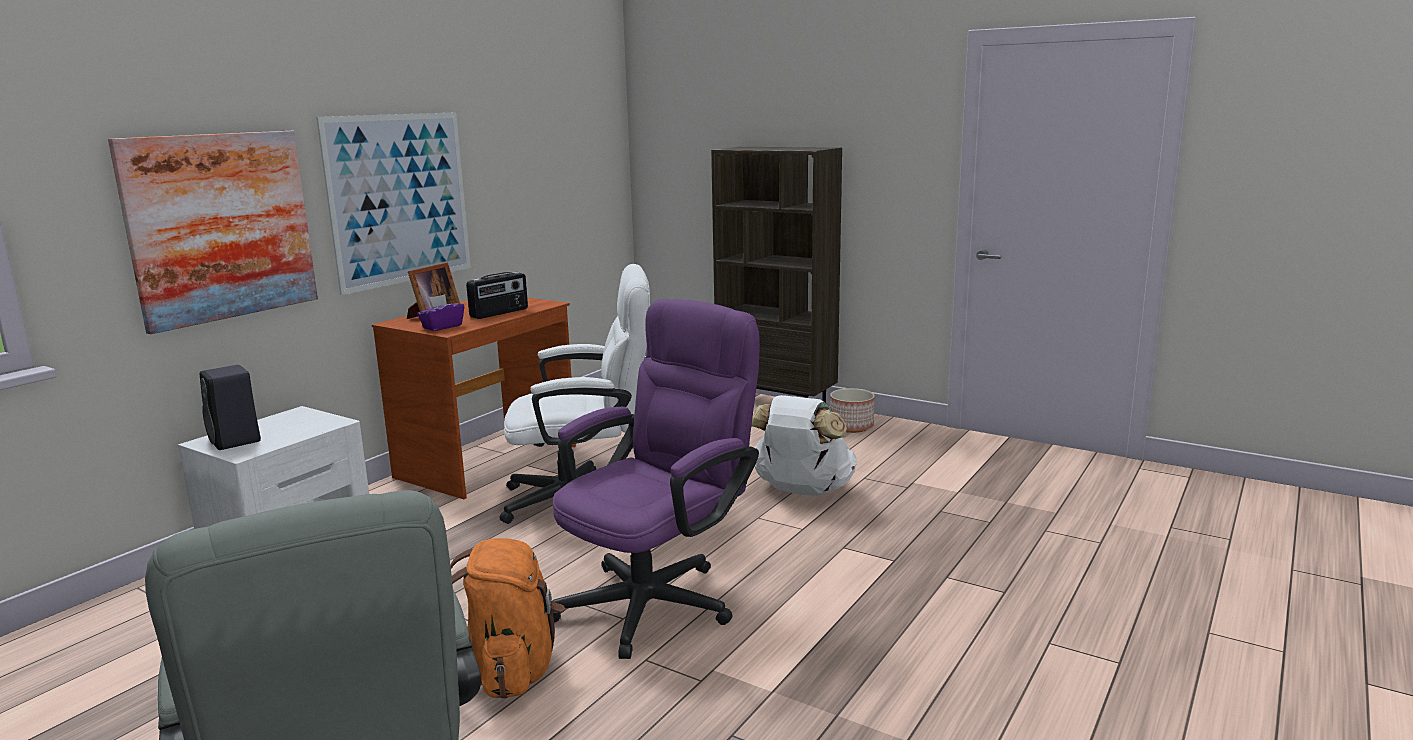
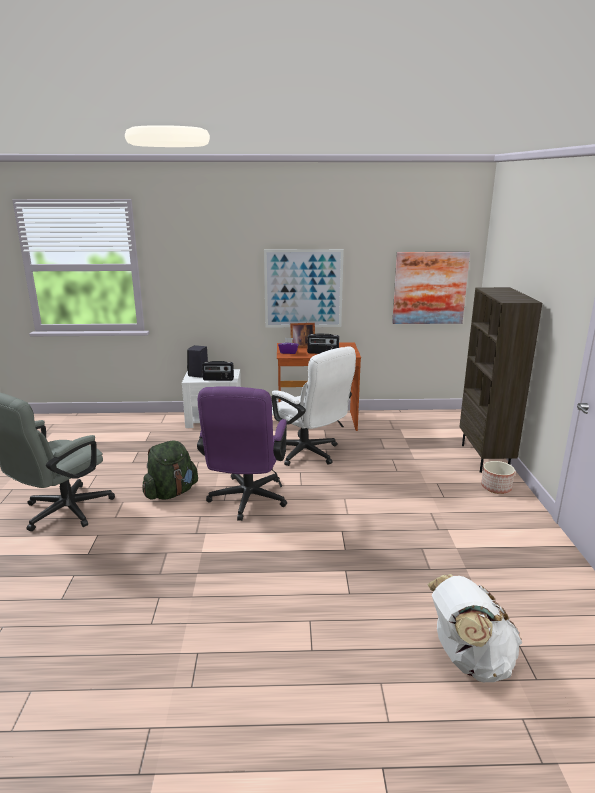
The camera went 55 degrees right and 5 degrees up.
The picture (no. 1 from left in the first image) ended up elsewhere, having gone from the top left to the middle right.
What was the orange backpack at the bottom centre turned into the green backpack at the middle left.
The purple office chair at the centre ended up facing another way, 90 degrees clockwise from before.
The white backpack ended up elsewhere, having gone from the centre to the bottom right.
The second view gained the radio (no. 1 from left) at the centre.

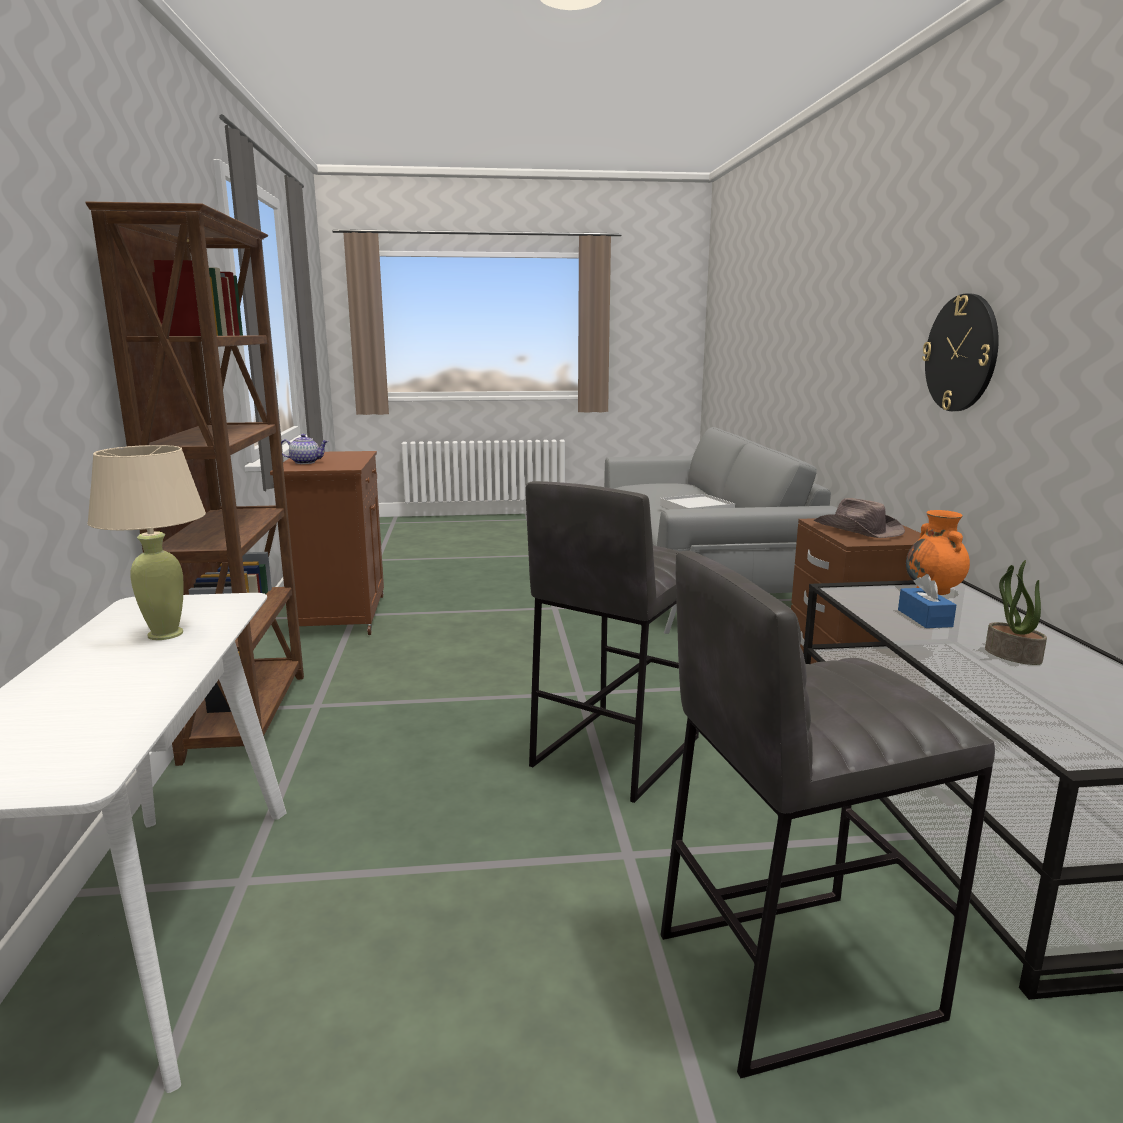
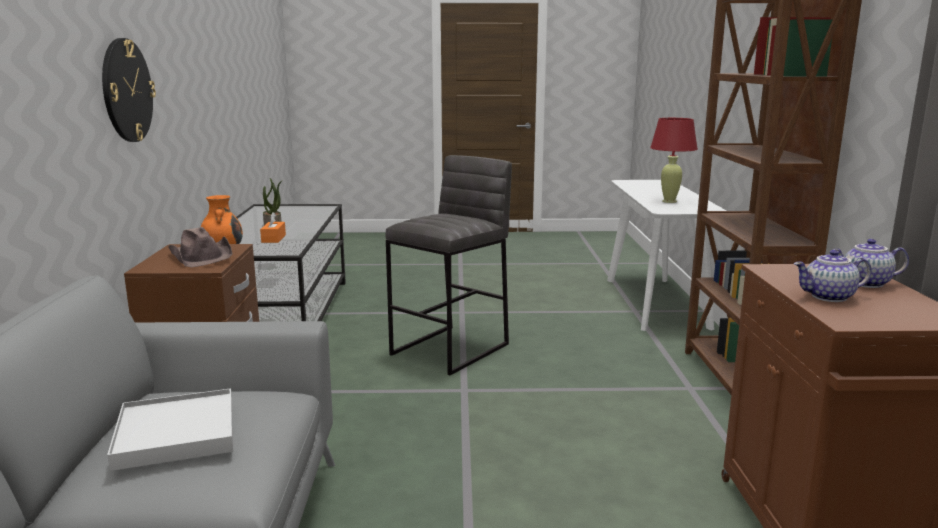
The camera went 175 degrees left and 0 degrees up.
What was the beige table lamp at the middle left turned into the red table lamp at the top right.
The second view lost the grey stool (no. 2 from left) at the bottom right.
What was the blue tissue box at the middle right turned into the orange tissue box at the middle left.
The second view gained the teapot (no. 1 from left) at the middle right.

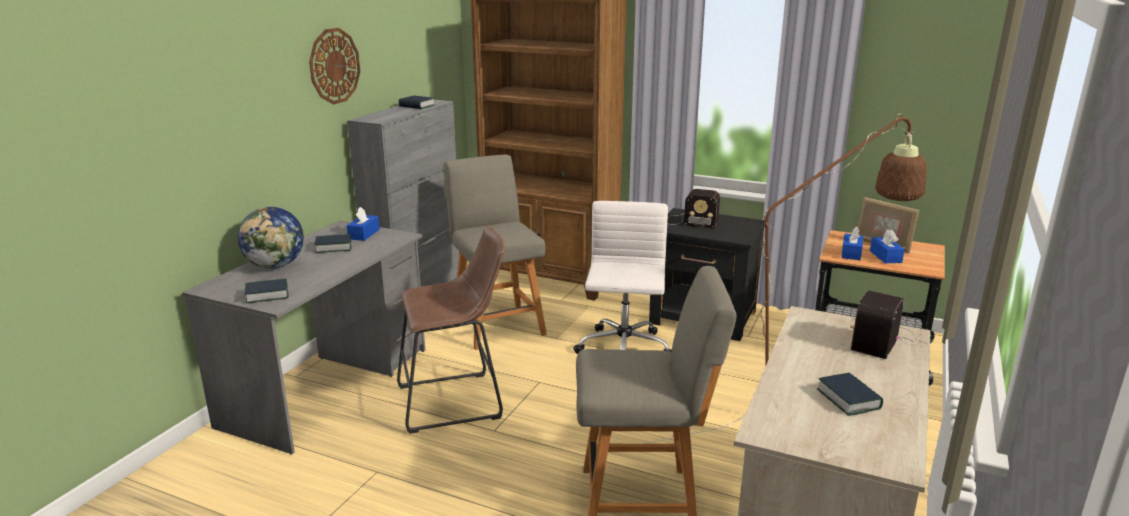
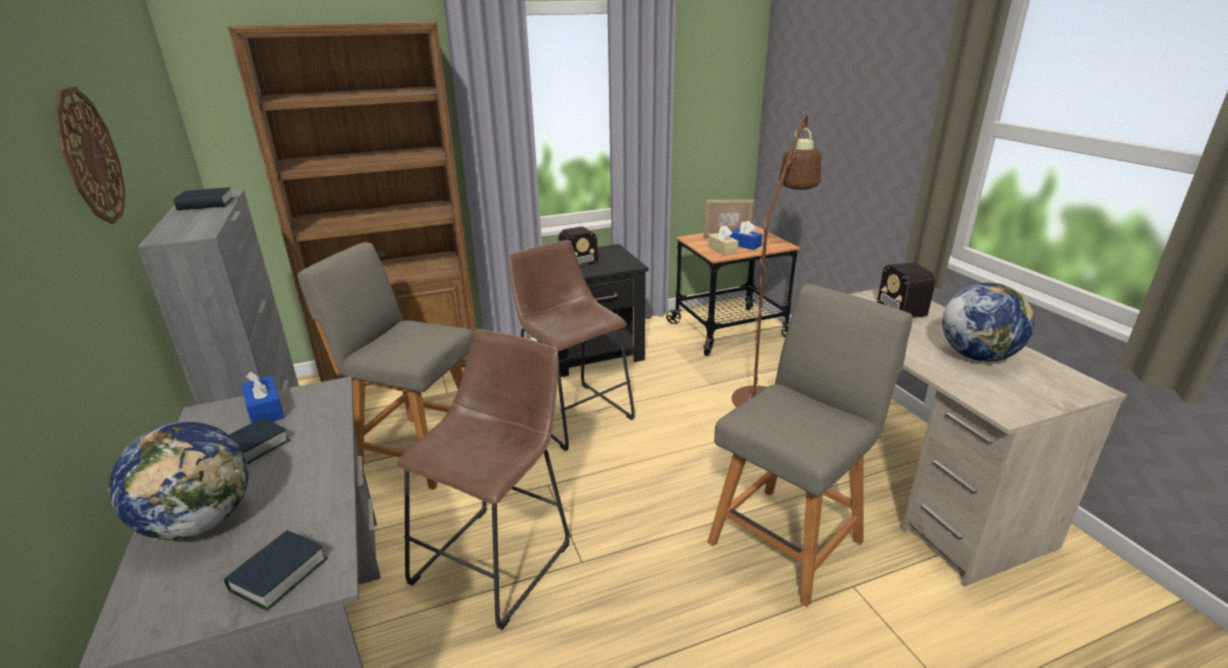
The camera went 45 degrees left and 5 degrees up.
Where the white office chair stood at the centre, the brown stool (no. 2 from left) came to stand at the centre.
Where the book (no. 4 from left) stood at the bottom right, the globe (no. 2 from left) came to stand at the middle right.
What was the blue tissue box (no. 2 from left) at the middle right turned into the beige tissue box at the centre.

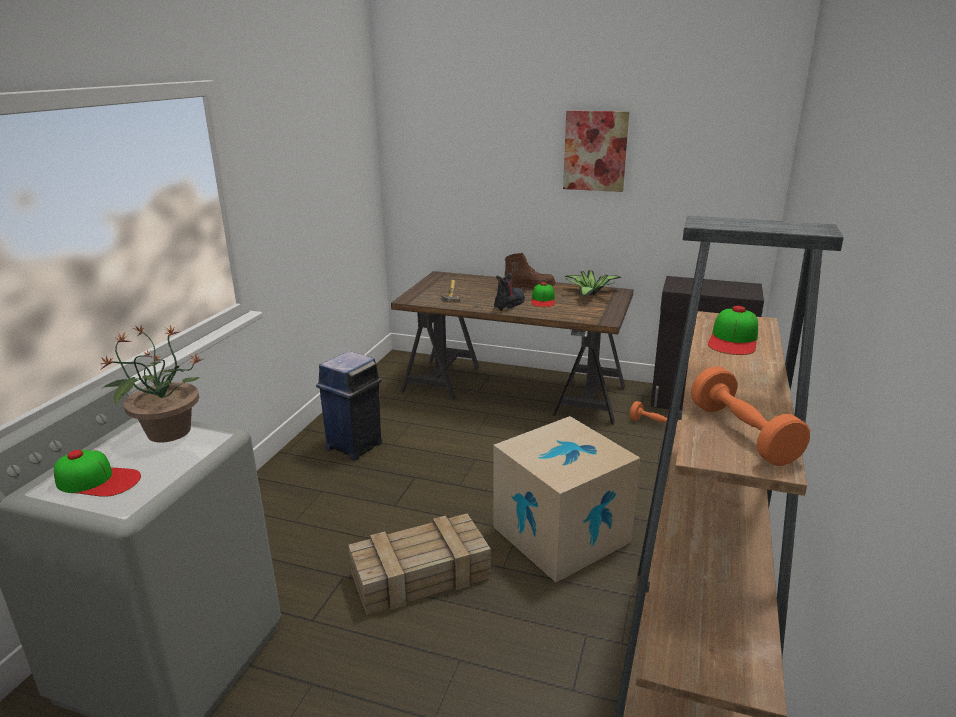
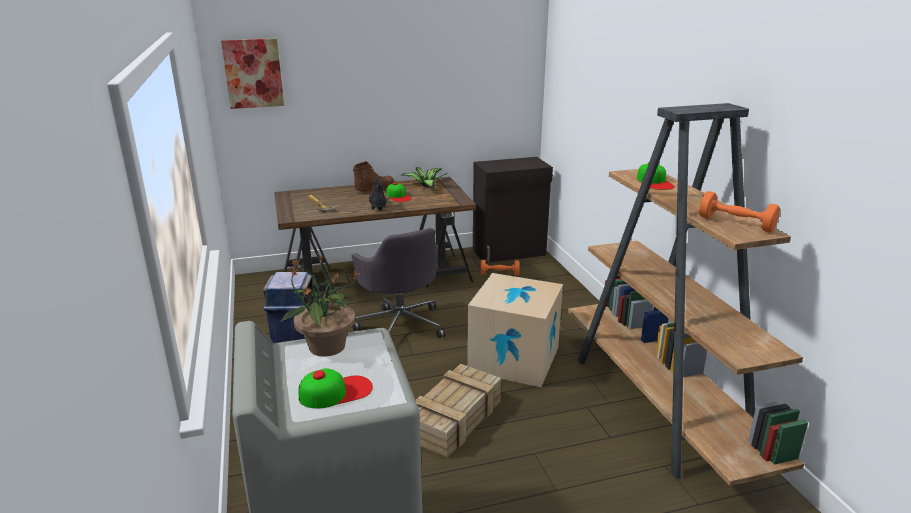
The camera went 35 degrees left and 0 degrees up.
The picture ended up elsewhere, having gone from the top centre to the top left.
The second view gained the grey office chair at the centre.

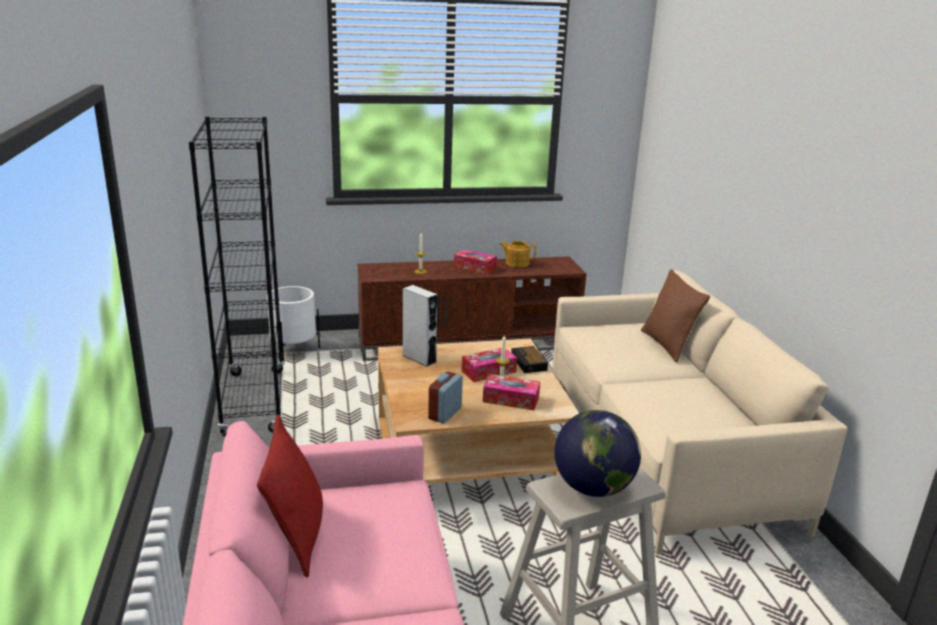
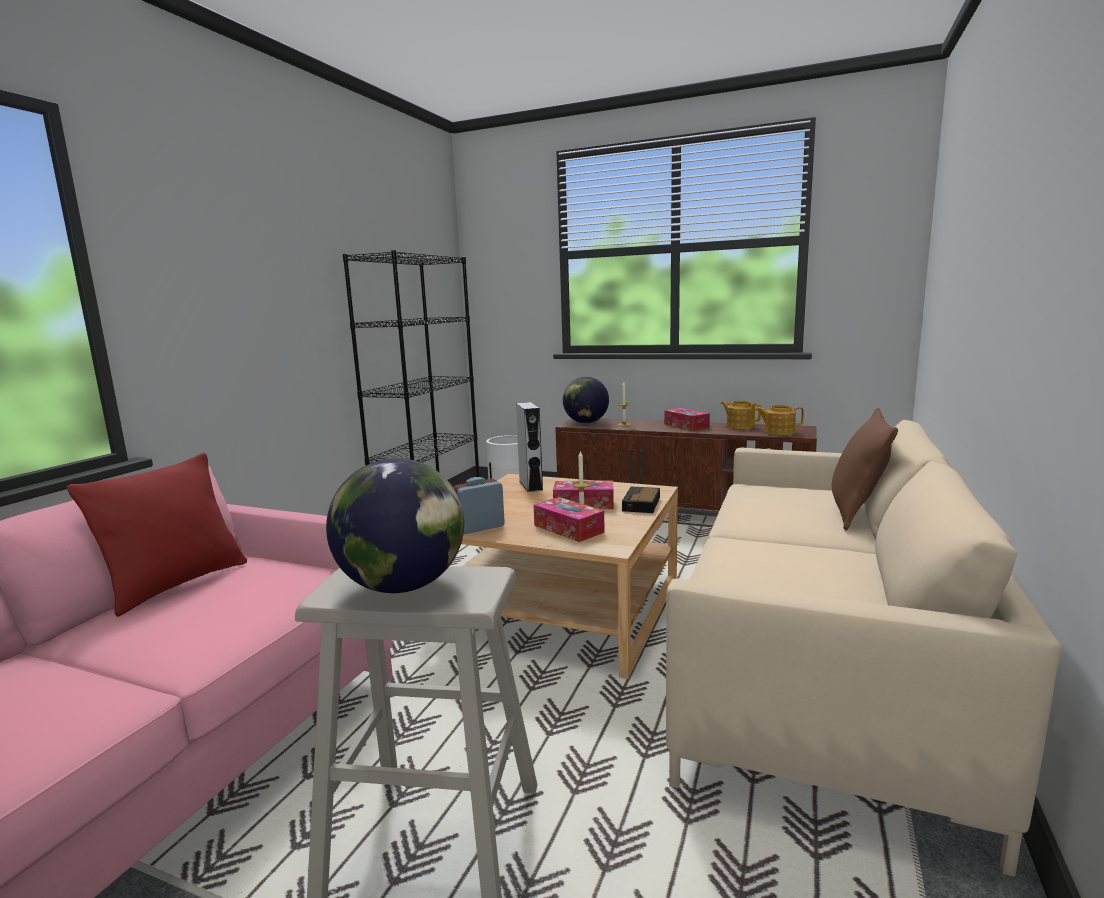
The camera went 35 degrees right and 10 degrees down.
The second view gained the globe (no. 2 from left) at the centre.
The second view gained the teapot (no. 2 from left) at the middle right.

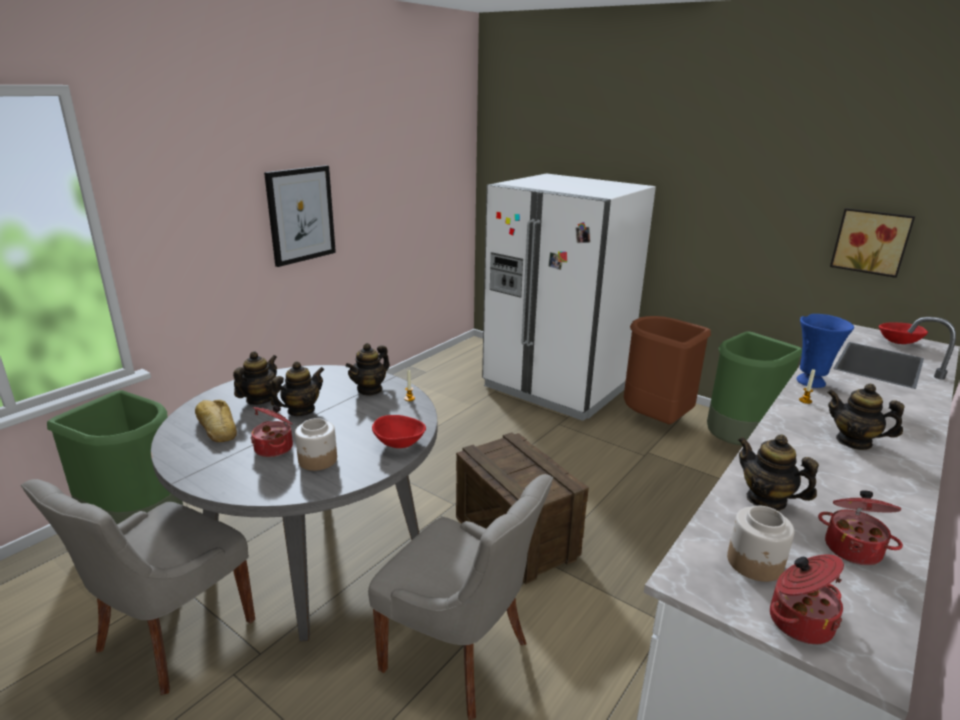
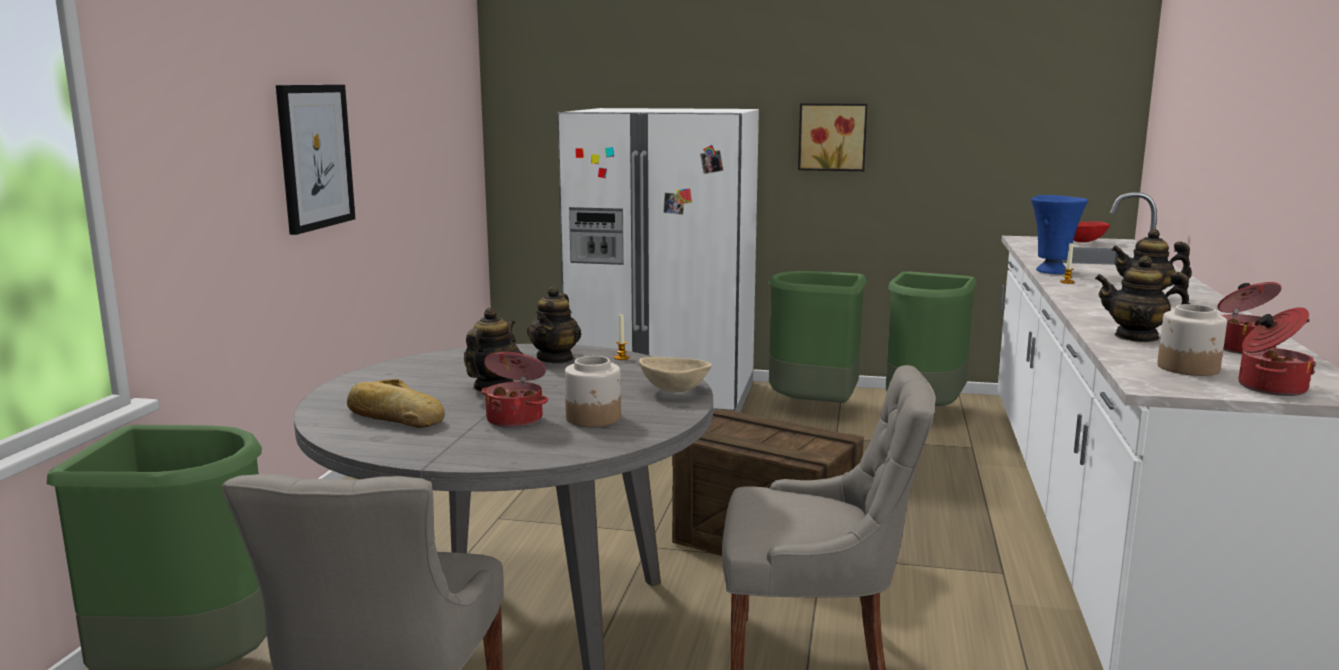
The camera went 25 degrees left and 10 degrees down.
The second view lost the teapot (no. 1 from left) at the middle left.
What was the red bowl (no. 1 from left) at the centre turned into the beige bowl at the centre.
What was the brown trash can at the middle right turned into the green trash can (no. 2 from left) at the centre.
The picture (no. 2 from left) ended up elsewhere, having gone from the middle right to the top centre.

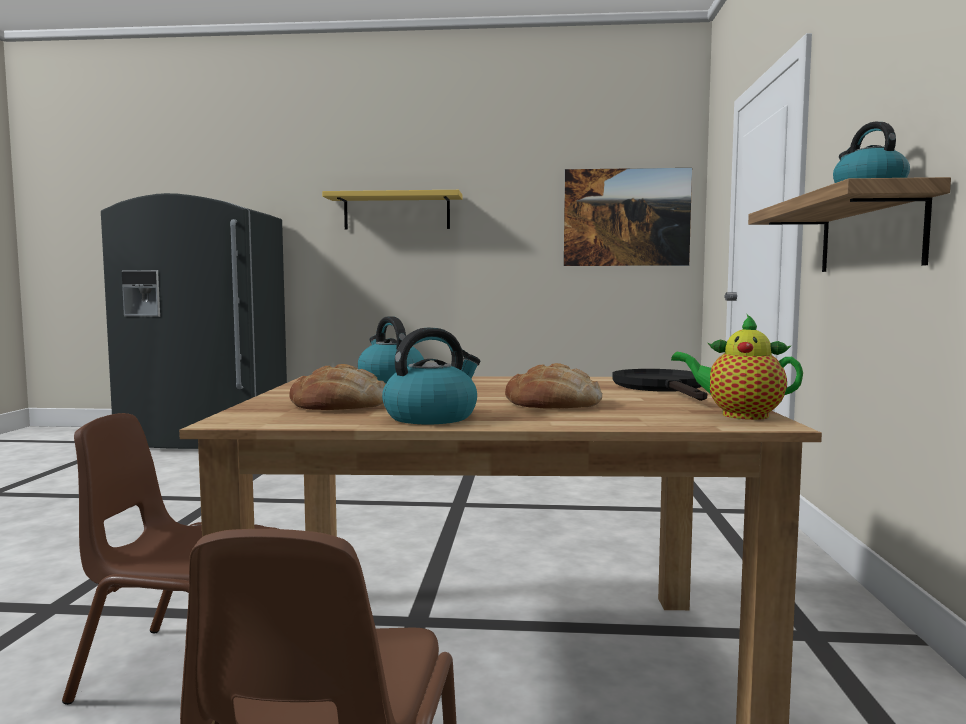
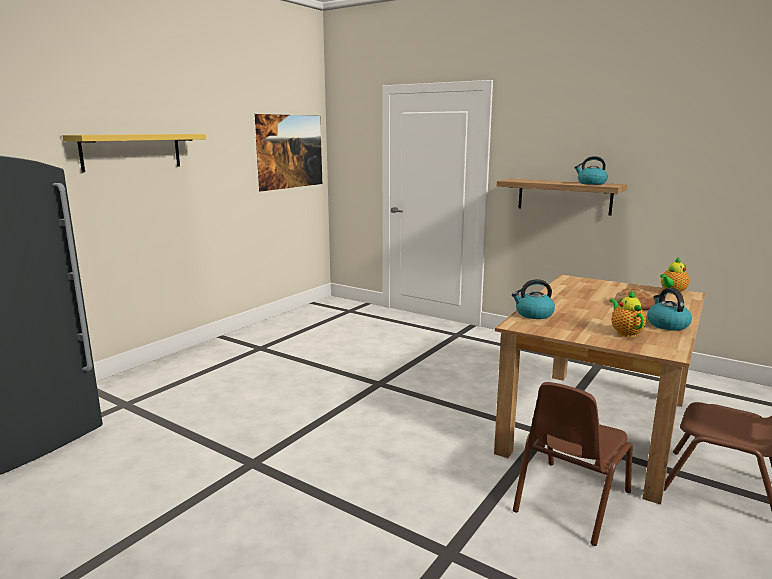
The camera went 60 degrees left and 10 degrees up.
Where the bread (no. 1 from left) stood at the centre, the teapot (no. 1 from left) came to stand at the middle right.
The second view lost the black frying pan at the middle right.

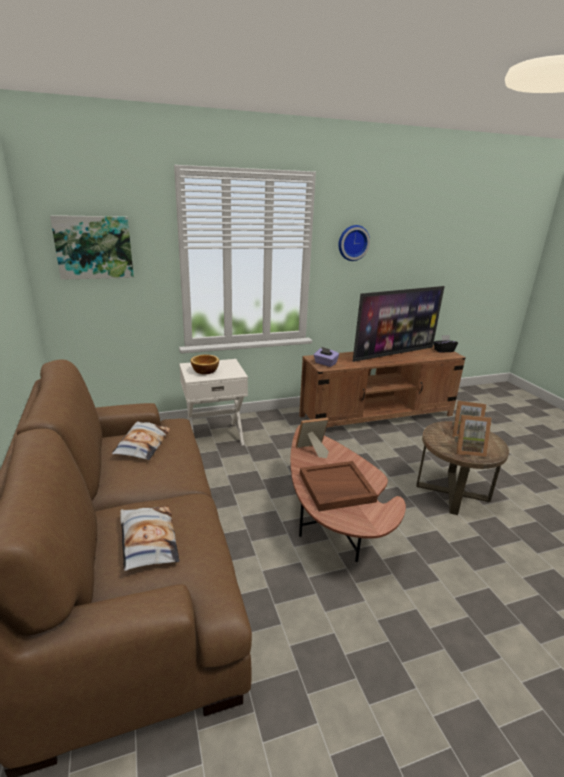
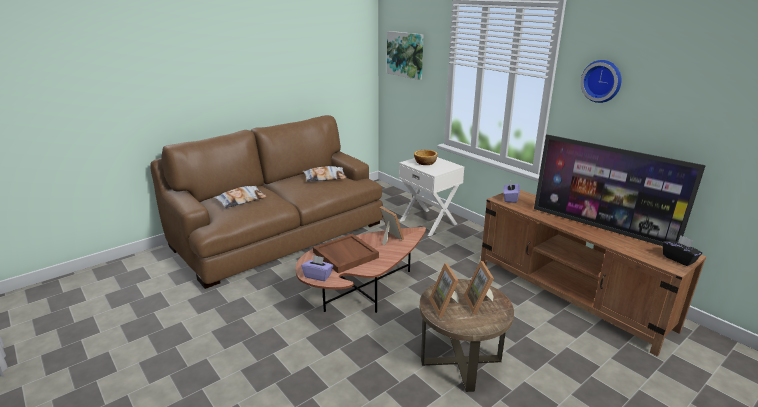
The camera went 70 degrees right and 0 degrees up.
The second view gained the purple tissue box (no. 1 from left) at the centre.

